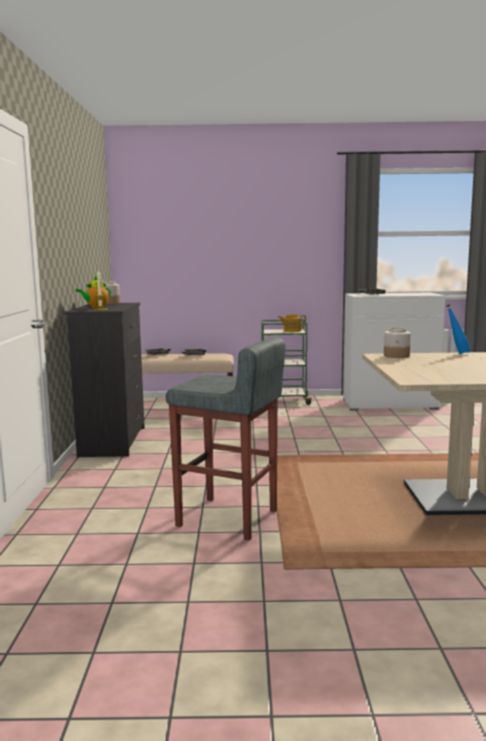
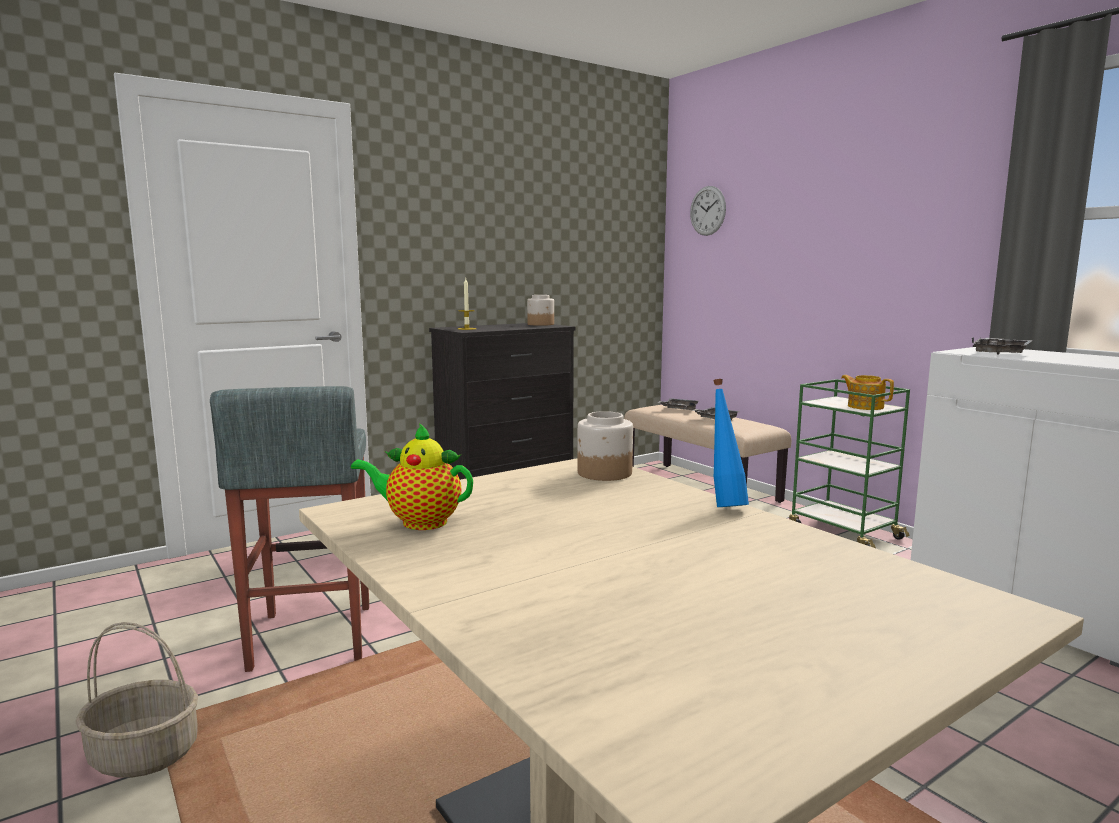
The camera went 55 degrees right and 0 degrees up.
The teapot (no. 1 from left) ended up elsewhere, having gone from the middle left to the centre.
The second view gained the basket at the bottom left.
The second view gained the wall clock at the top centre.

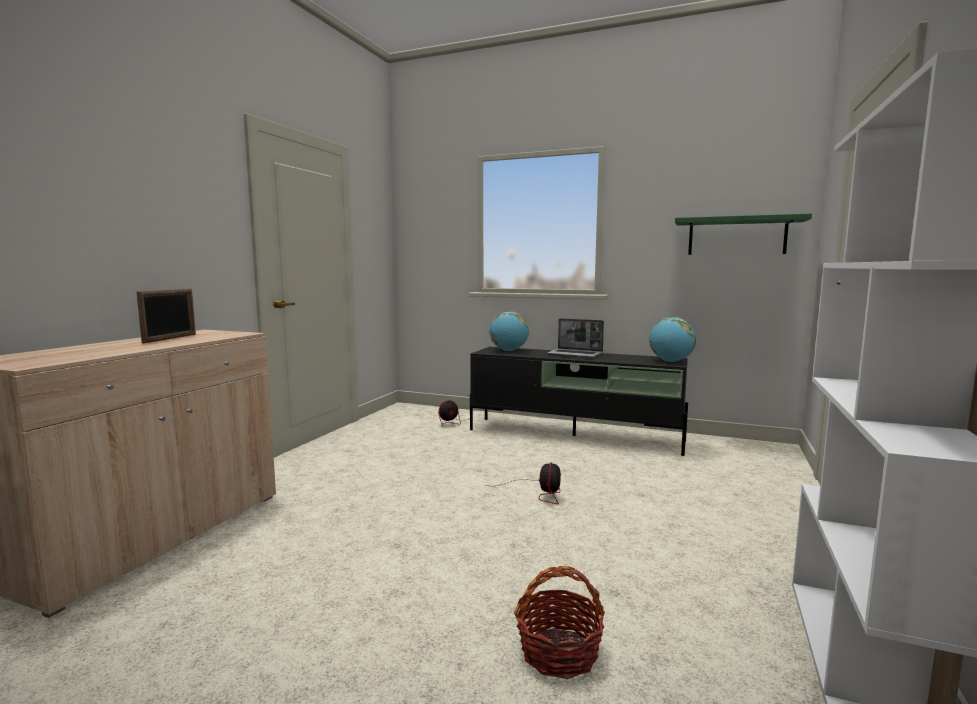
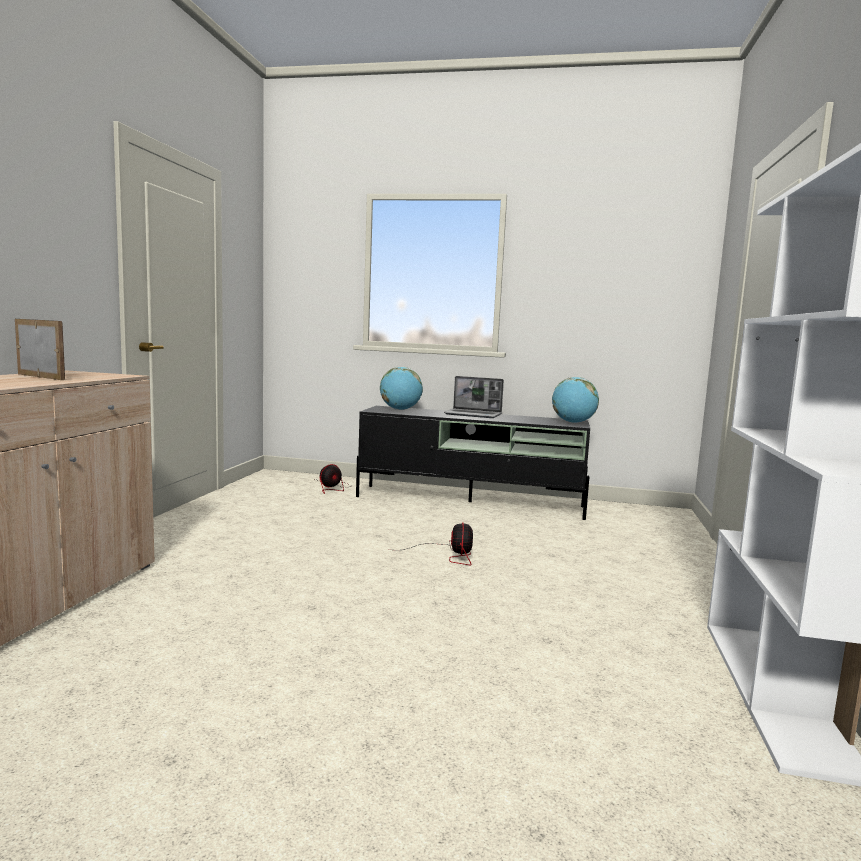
The camera went 10 degrees left and 0 degrees up.
The picture frame at the middle left ended up facing another way, 60 degrees counterclockwise from before.
The second view lost the basket at the bottom centre.
The second view lost the green shelf at the top right.

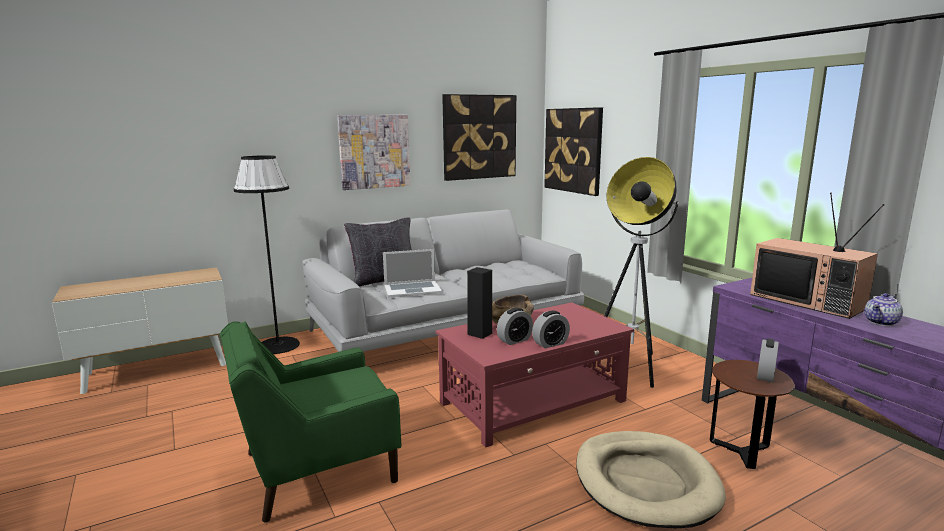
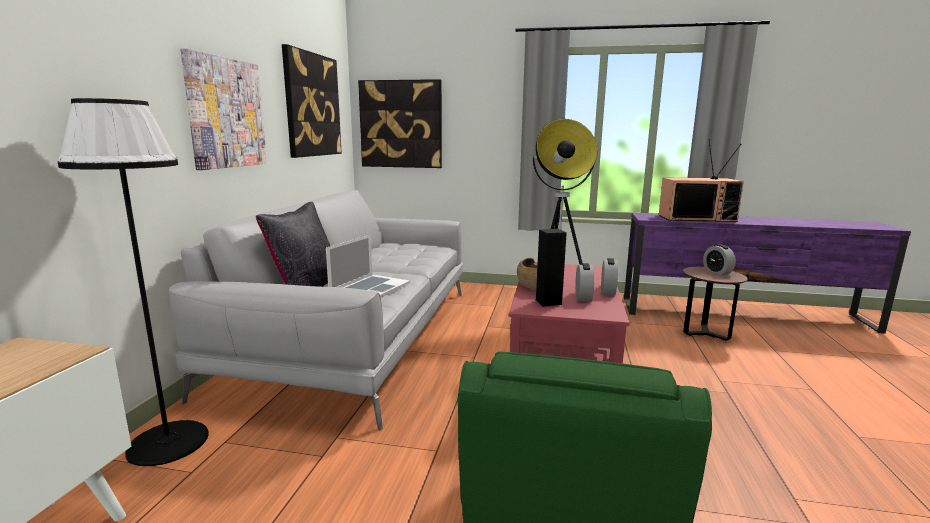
The camera went 50 degrees left and 0 degrees up.
The second view lost the beige dog bed at the bottom right.
The second view lost the teapot at the middle right.

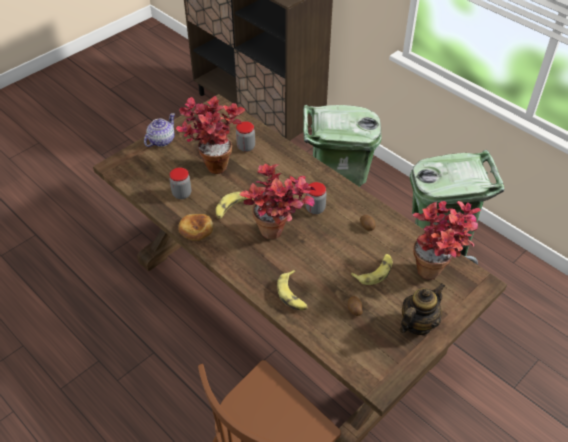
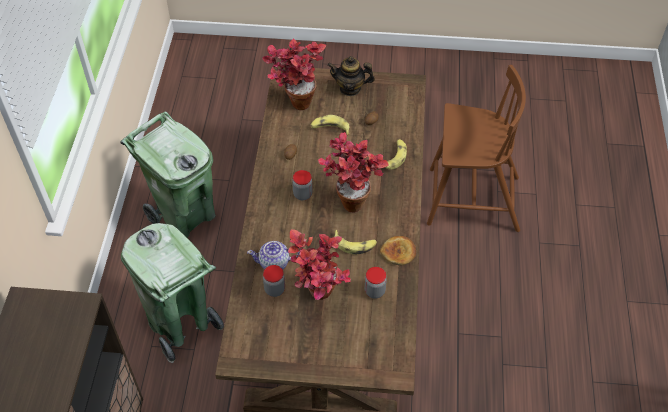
The camera went 130 degrees left and 5 degrees up.
The teapot (no. 1 from left) ended up elsewhere, having gone from the top left to the centre.

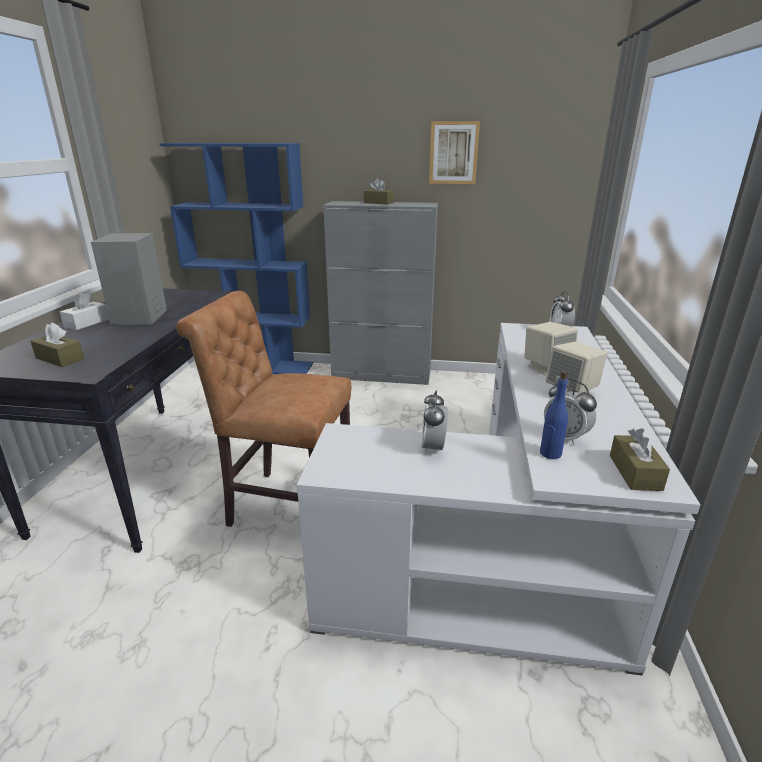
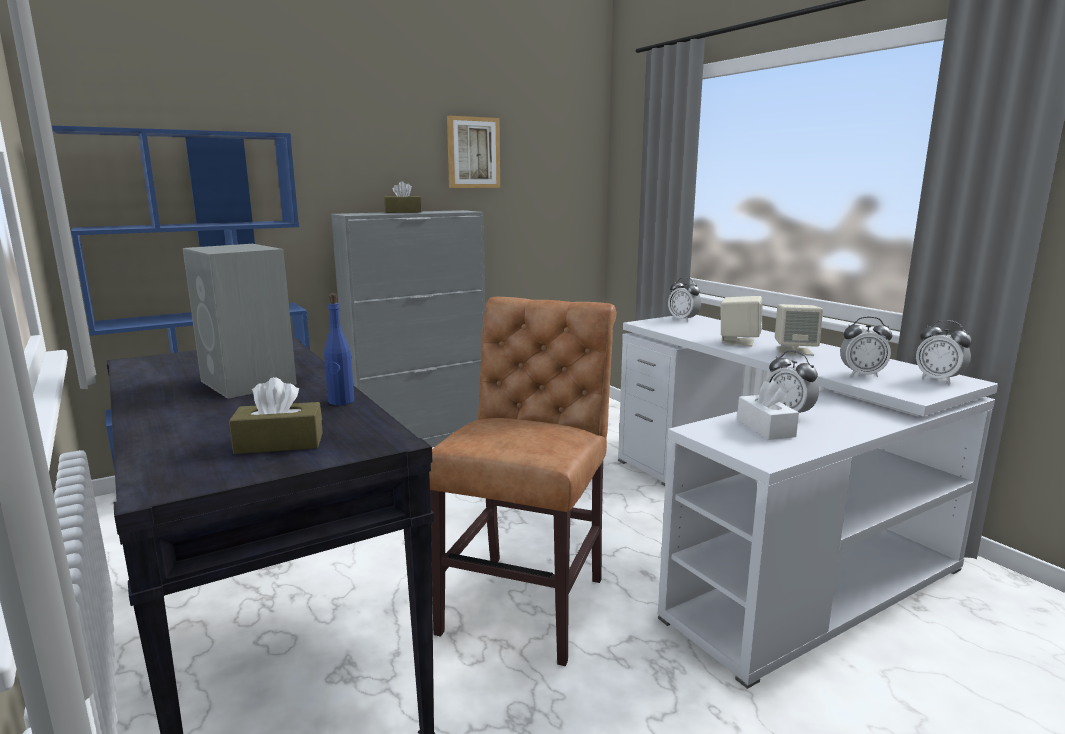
The camera went 40 degrees left and 10 degrees down.
The white tissue box ended up elsewhere, having gone from the middle left to the middle right.
The brown chair at the centre ended up facing another way, 135 degrees clockwise from before.
The blue bottle ended up elsewhere, having gone from the middle right to the middle left.
Where the brown tissue box (no. 3 from left) stood at the middle right, the alarm clock (no. 4 from left) came to stand at the middle right.

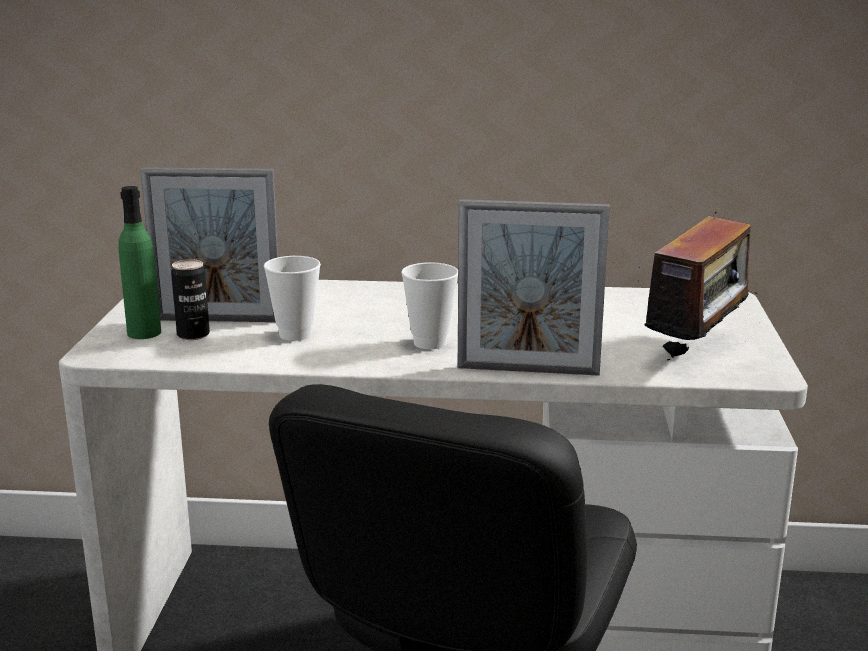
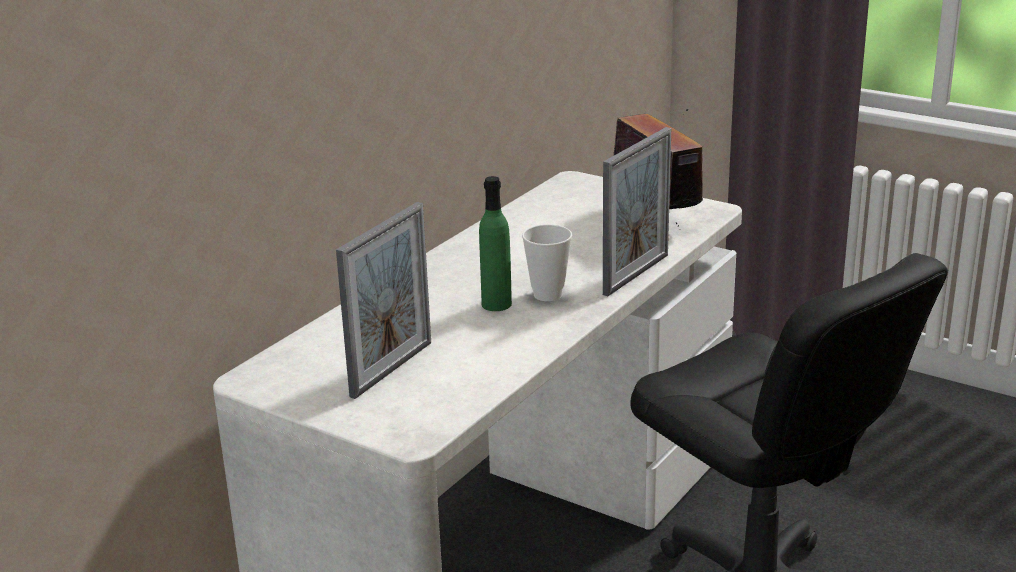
The camera went 60 degrees left and 5 degrees up.
The green bottle ended up elsewhere, having gone from the middle left to the centre.
The second view lost the can at the middle left.
The second view lost the cup (no. 1 from left) at the centre.

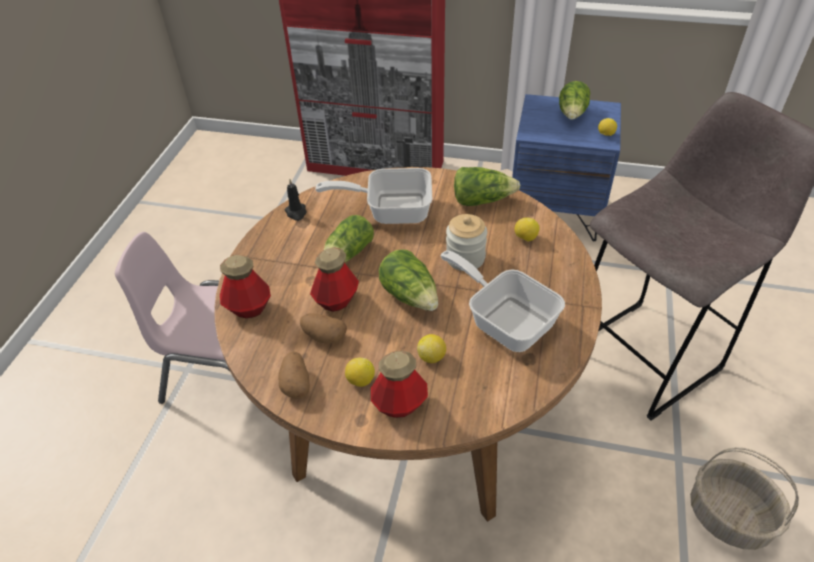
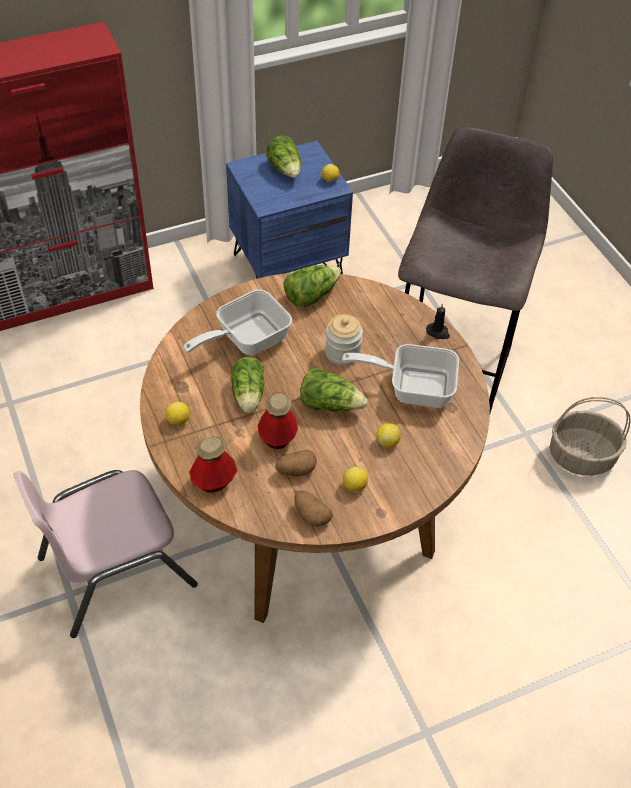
The camera went 40 degrees left and 5 degrees up.
The black candle ended up elsewhere, having gone from the centre to the middle right.
The second view lost the bottle (no. 3 from left) at the bottom centre.
The lemon (no. 3 from left in the first image) ended up elsewhere, having gone from the centre to the middle left.

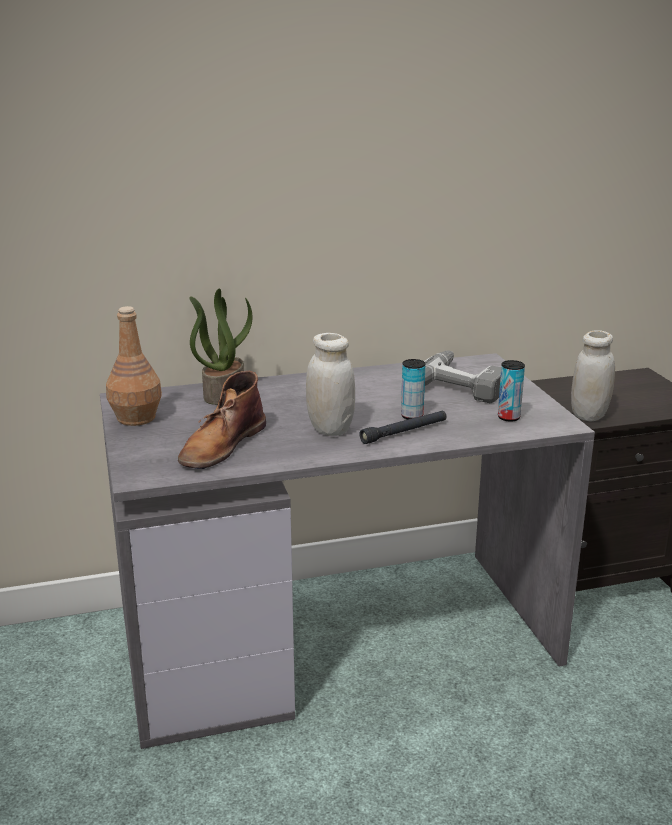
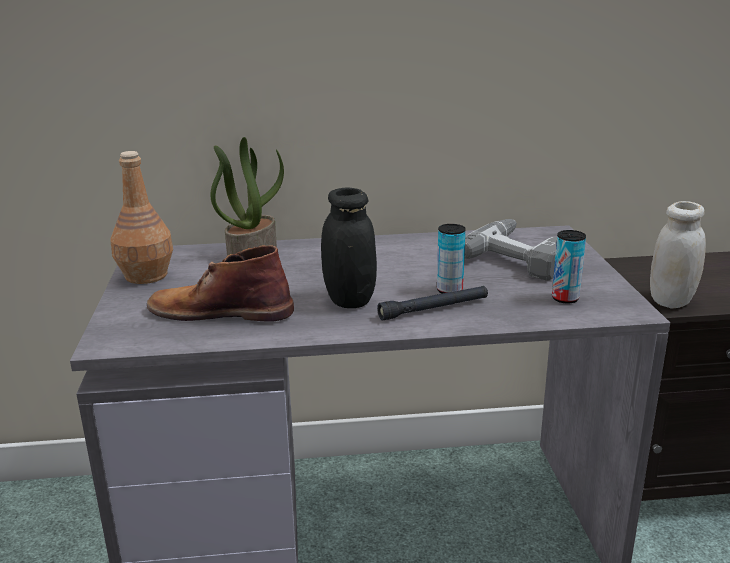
The camera went 10 degrees right and 0 degrees up.
The brown boot at the middle left ended up facing another way, 60 degrees clockwise from before.
What was the white jar (no. 1 from left) at the centre turned into the black jar at the centre.

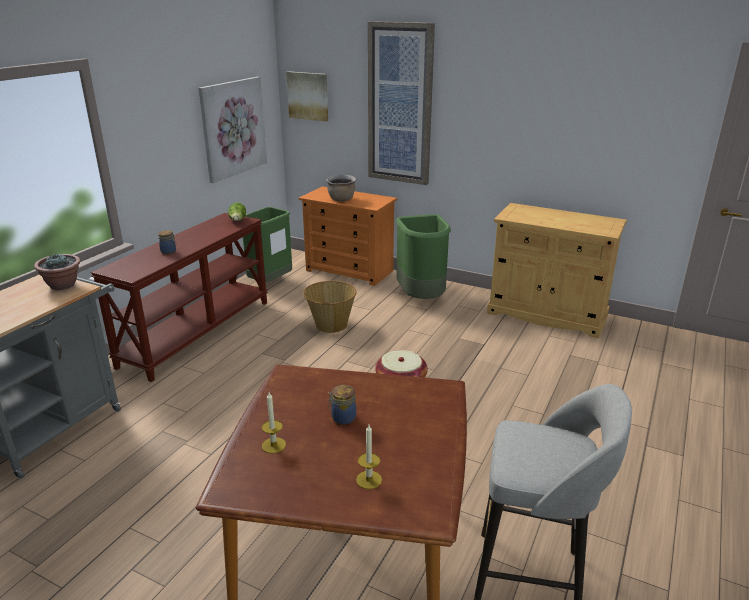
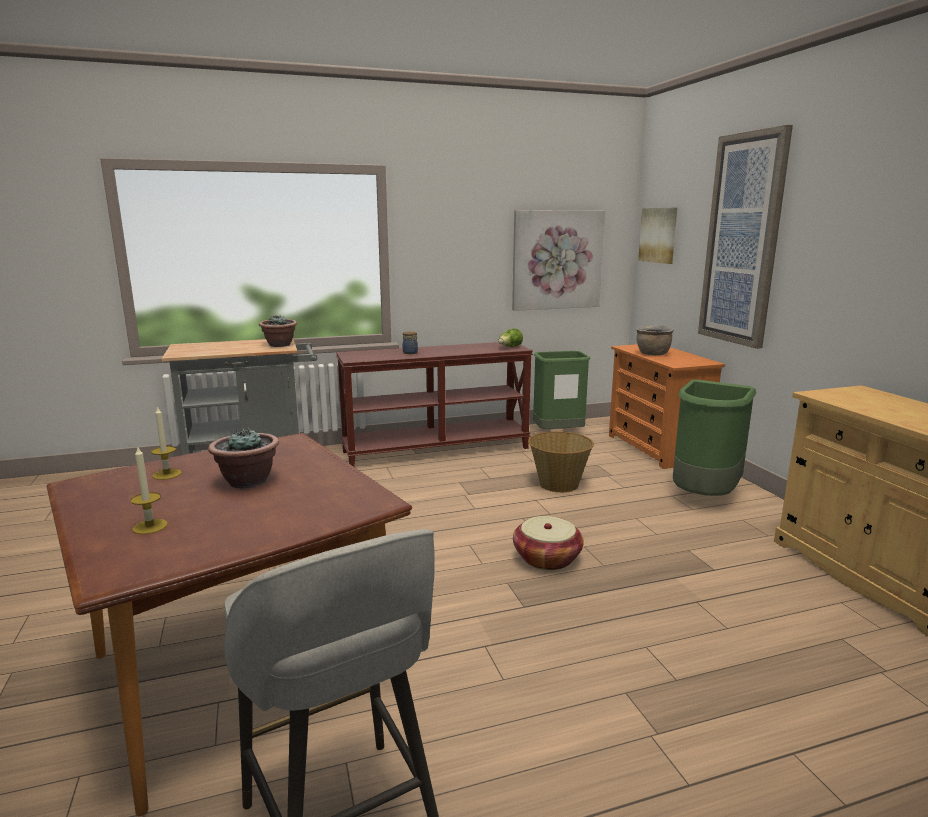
The camera went 45 degrees right and 10 degrees down.
Where the jar (no. 2 from left) stood at the bottom centre, the potted plant (no. 1 from left) came to stand at the middle left.

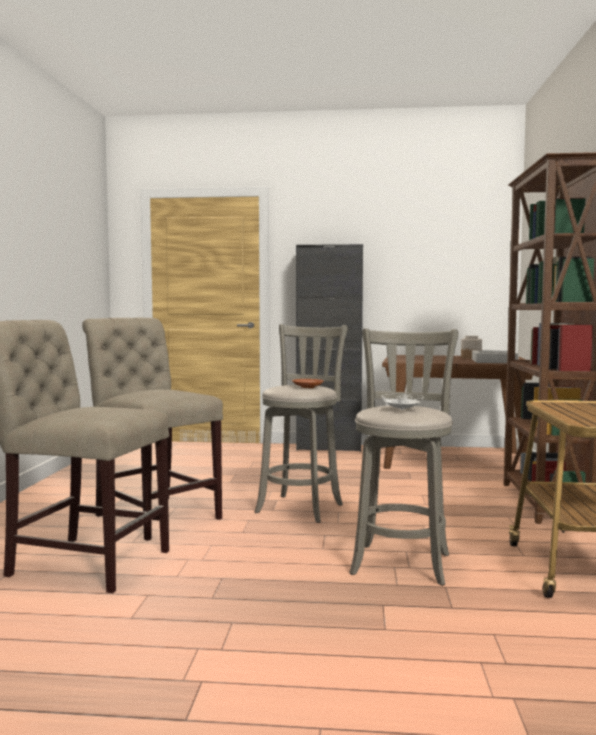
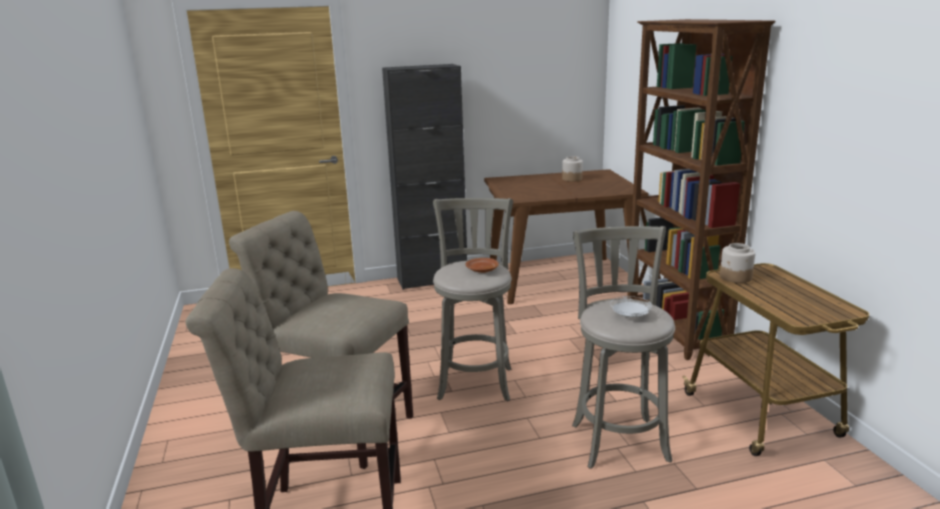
The camera went 20 degrees left and 15 degrees up.
The second view lost the grey tray at the middle right.
The second view gained the jar (no. 2 from left) at the middle right.

